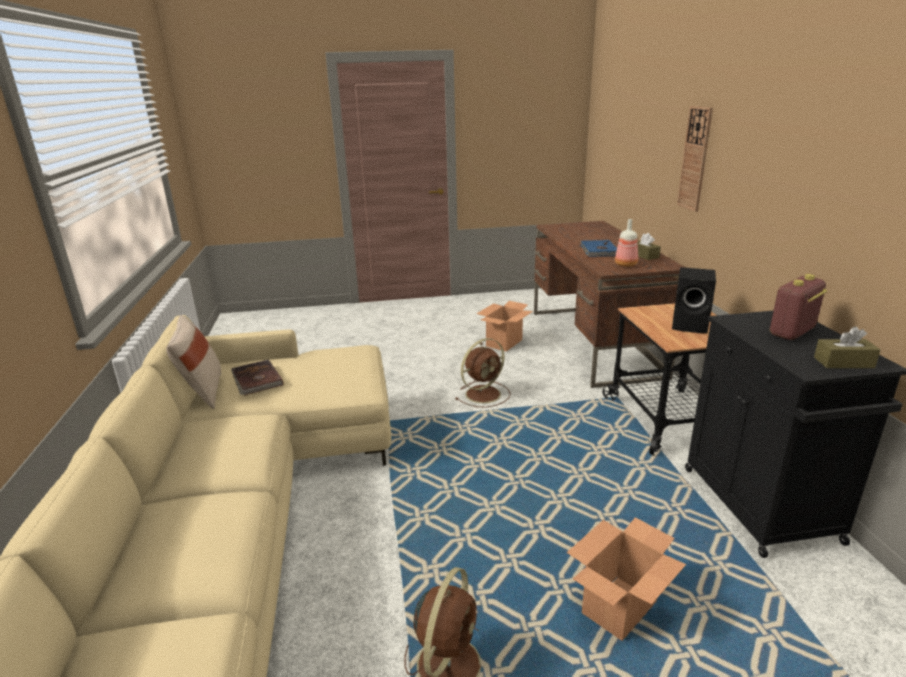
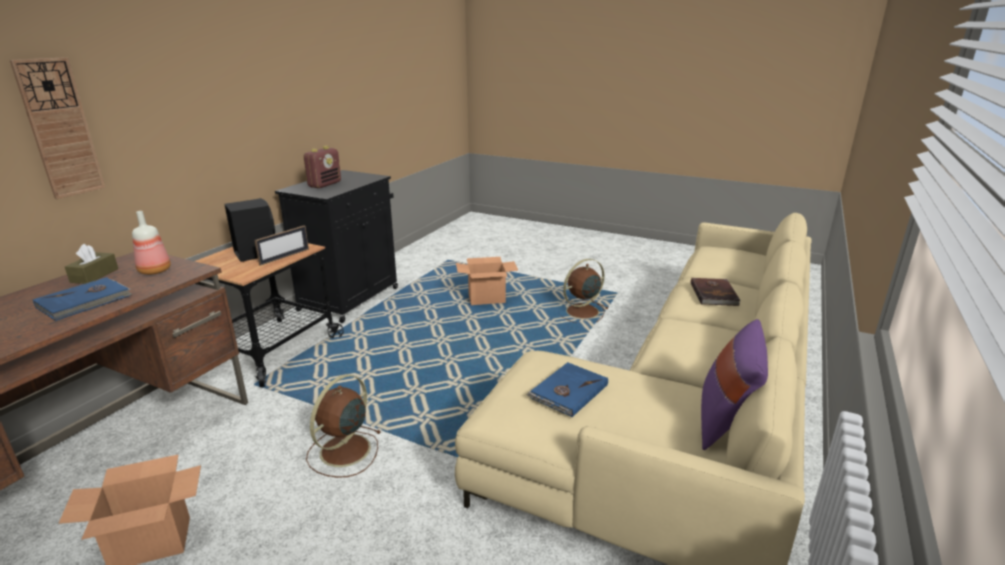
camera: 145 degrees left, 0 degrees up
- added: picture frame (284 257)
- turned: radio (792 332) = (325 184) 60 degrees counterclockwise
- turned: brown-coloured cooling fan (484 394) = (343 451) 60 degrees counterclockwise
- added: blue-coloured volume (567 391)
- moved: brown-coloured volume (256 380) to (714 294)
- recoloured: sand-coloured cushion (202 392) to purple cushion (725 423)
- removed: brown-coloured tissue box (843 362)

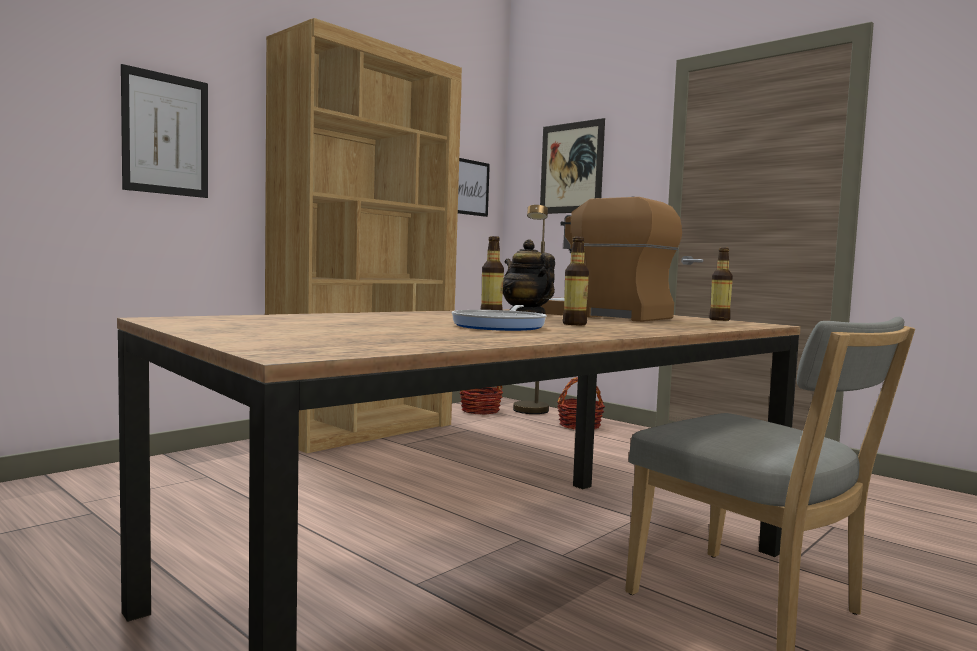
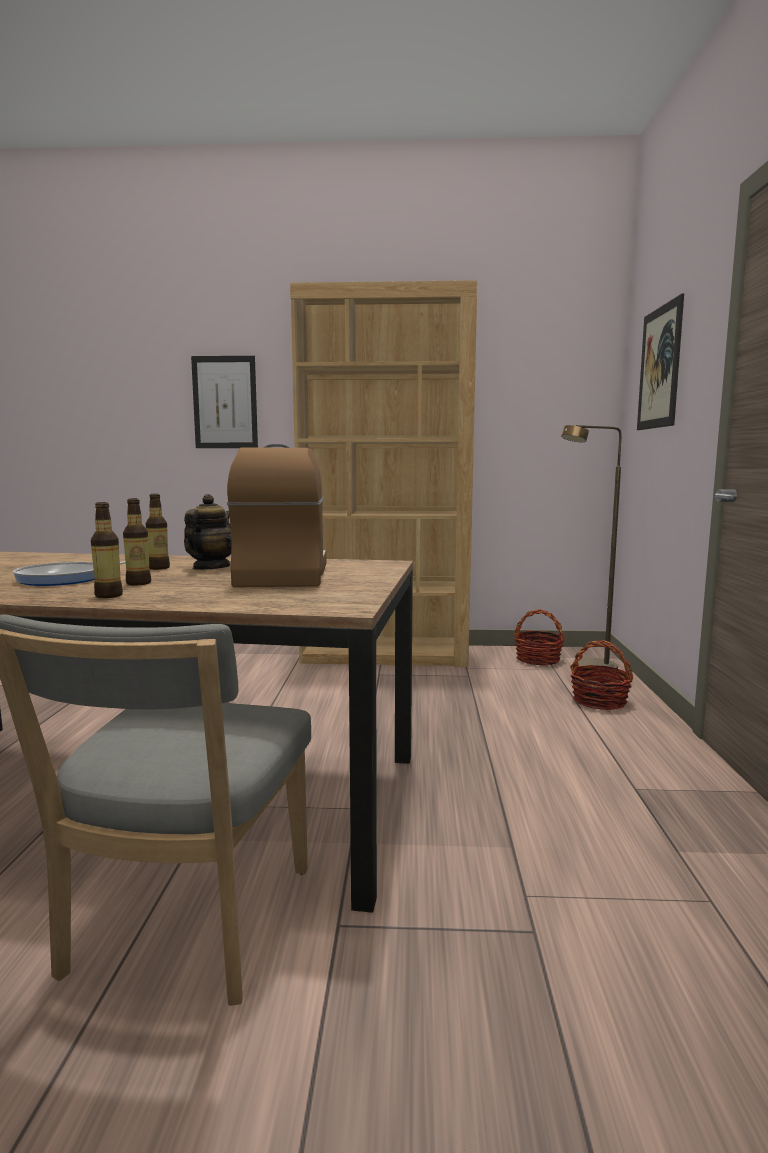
camera: 50 degrees right, 5 degrees up
- moved: beverage bottle (719 319) to (108 595)
- removed: picture (469 187)

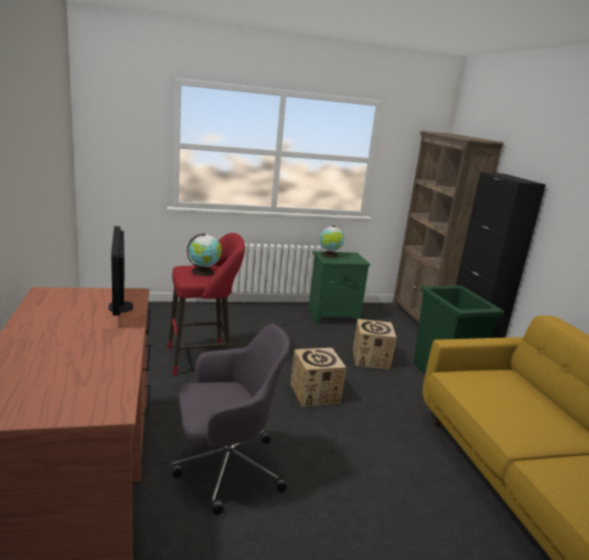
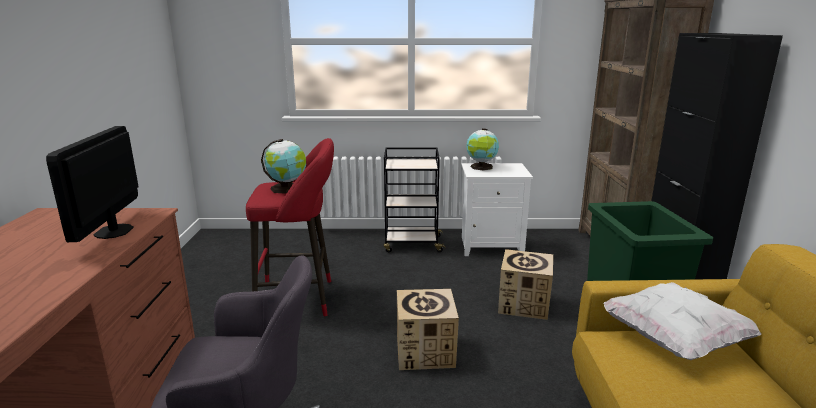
camera: 15 degrees right, 0 degrees up
- added: black-coloured wheeled cart (412 244)
- recoloured: green-coloured nightstand (333 316) to white-coloured nightstand (492 246)
- added: white-coloured cushion (673 340)

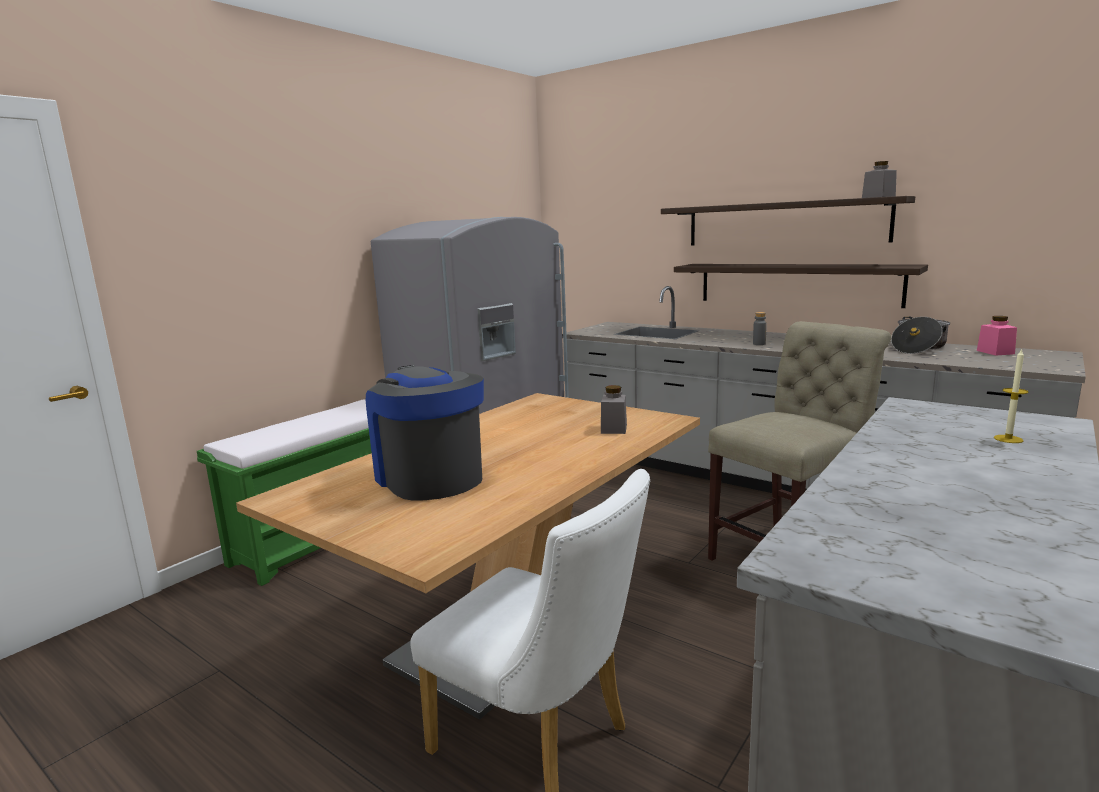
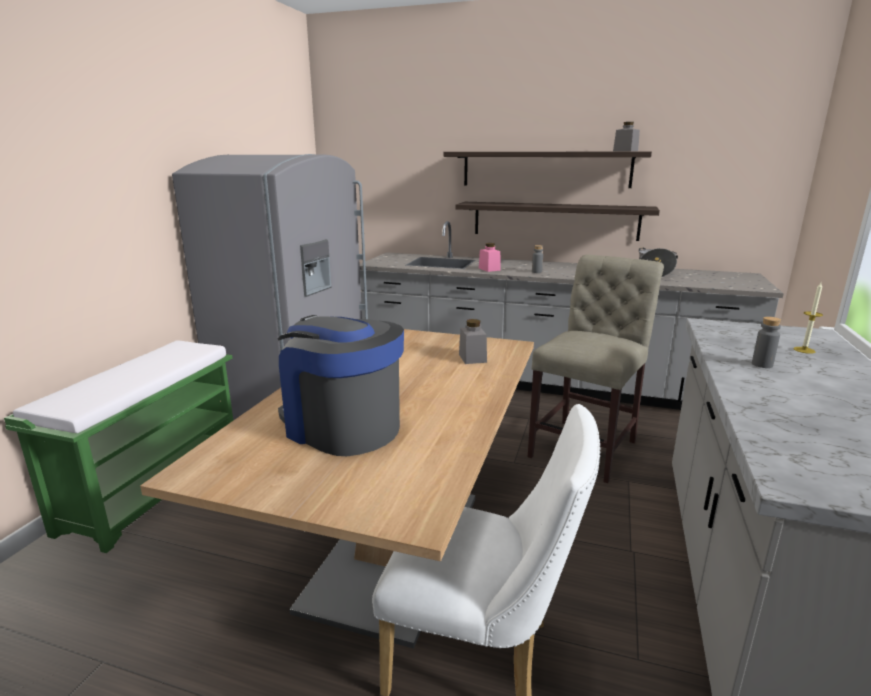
camera: 20 degrees left, 5 degrees up
- moved: pinkish storage jar (995 352) to (489 269)
- added: gray beverage bottle (762 365)

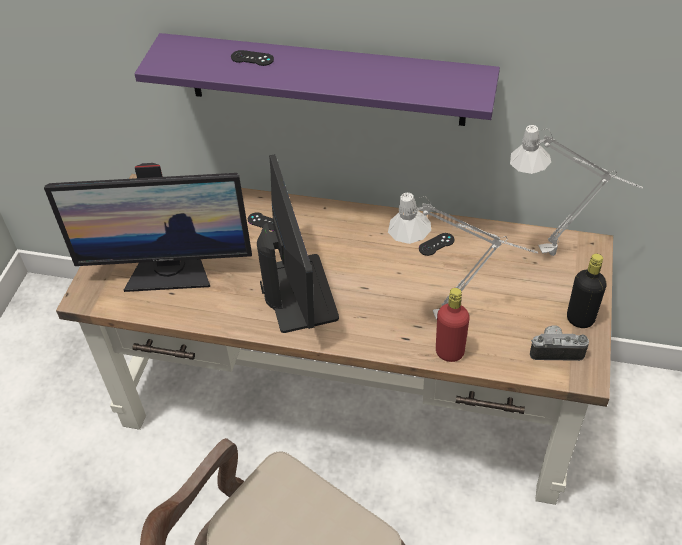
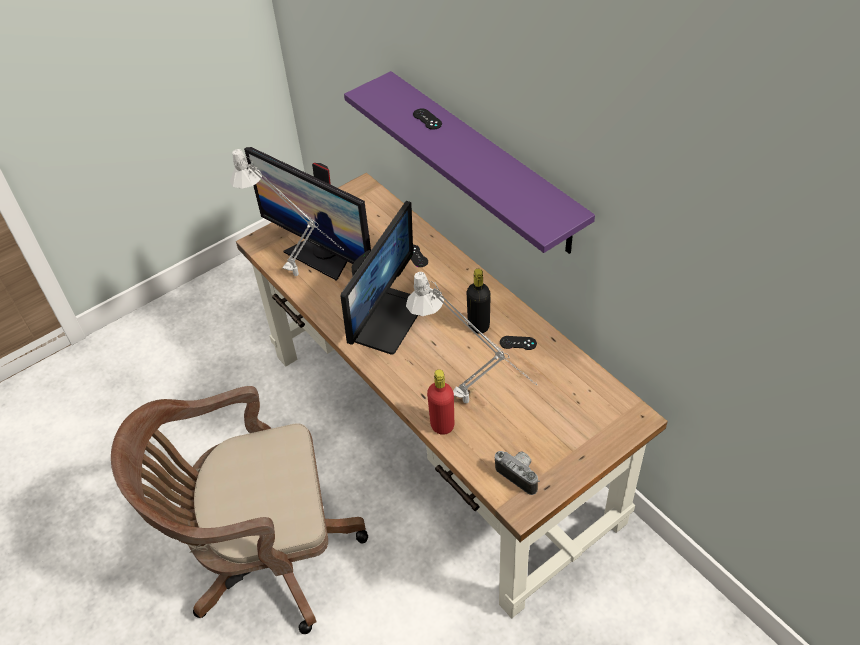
camera: 40 degrees right, 0 degrees up
- moved: gray tabletop lamp (560 253) to (303 278)
- moved: black-coloured beverage bottle (580 319) to (478 326)

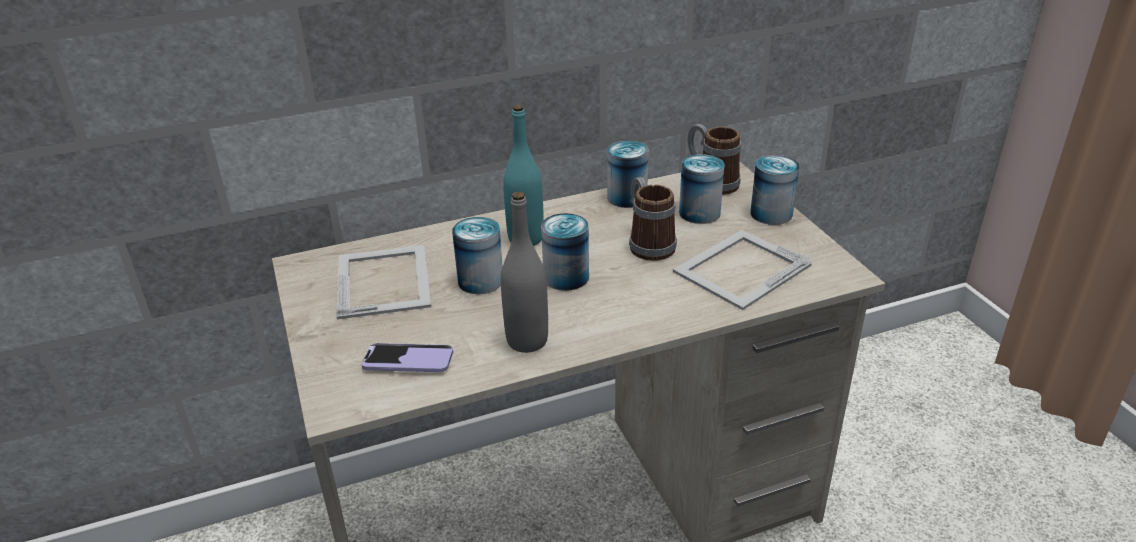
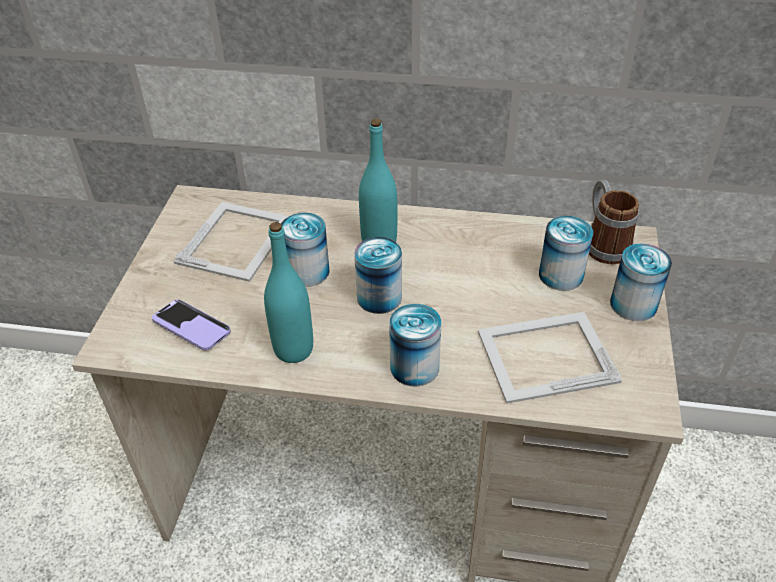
camera: 30 degrees right, 10 degrees up
- recoloured: gray beverage bottle (527 341) to turquoise-coloured beverage bottle (293 349)
- moved: can (627 197) to (414 367)
- removed: mug (648 243)

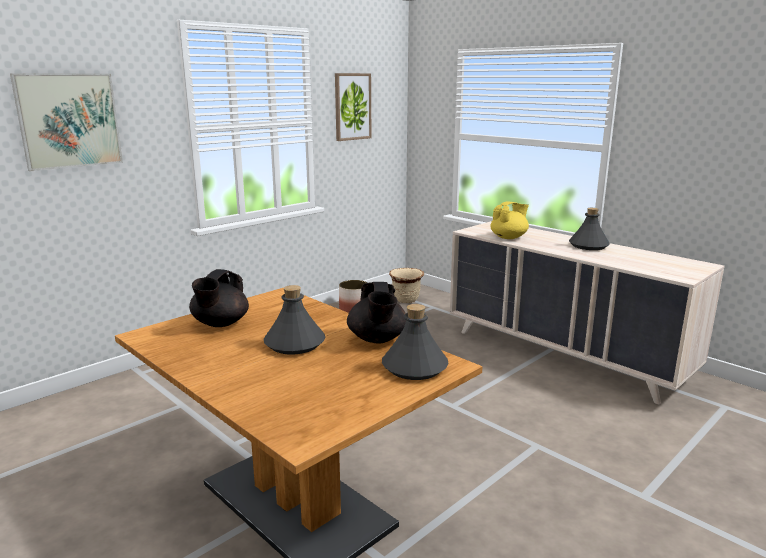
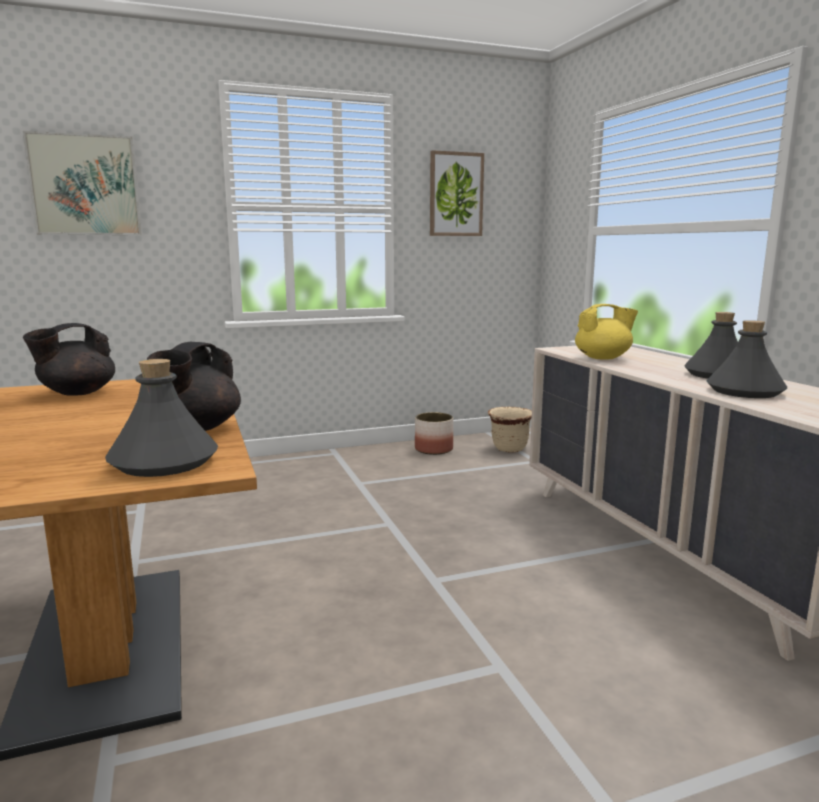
camera: 25 degrees right, 5 degrees down
- moved: gray beverage bottle (295 344) to (745 391)

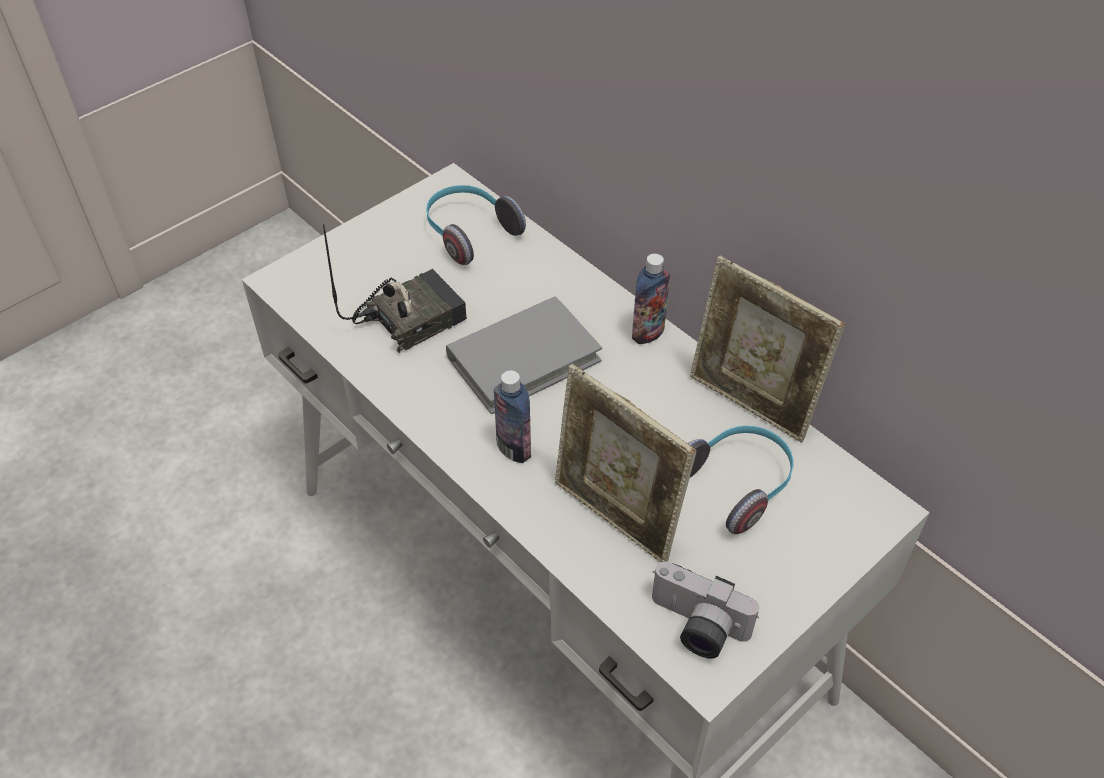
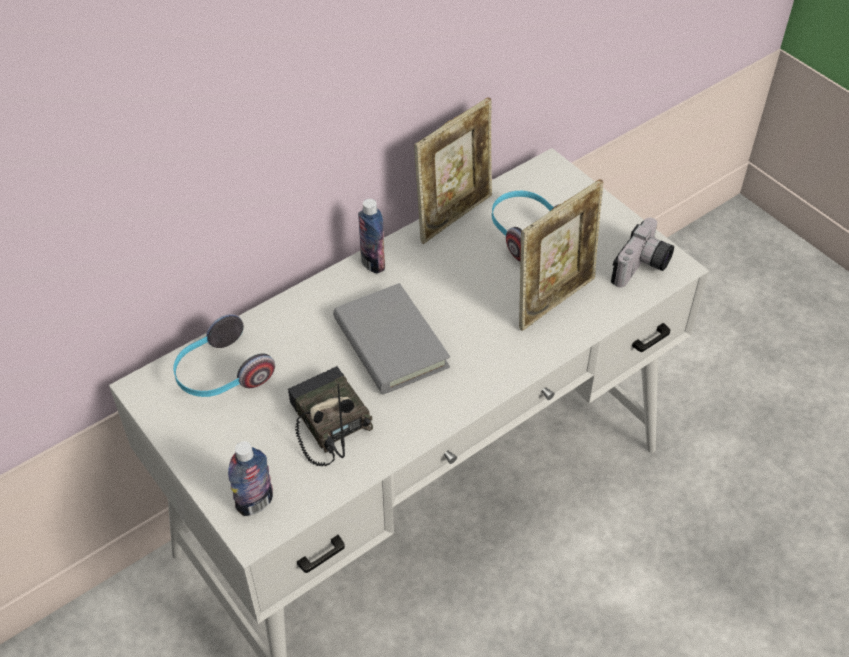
camera: 85 degrees left, 0 degrees up
- moved: beverage bottle (513 449) to (255 503)

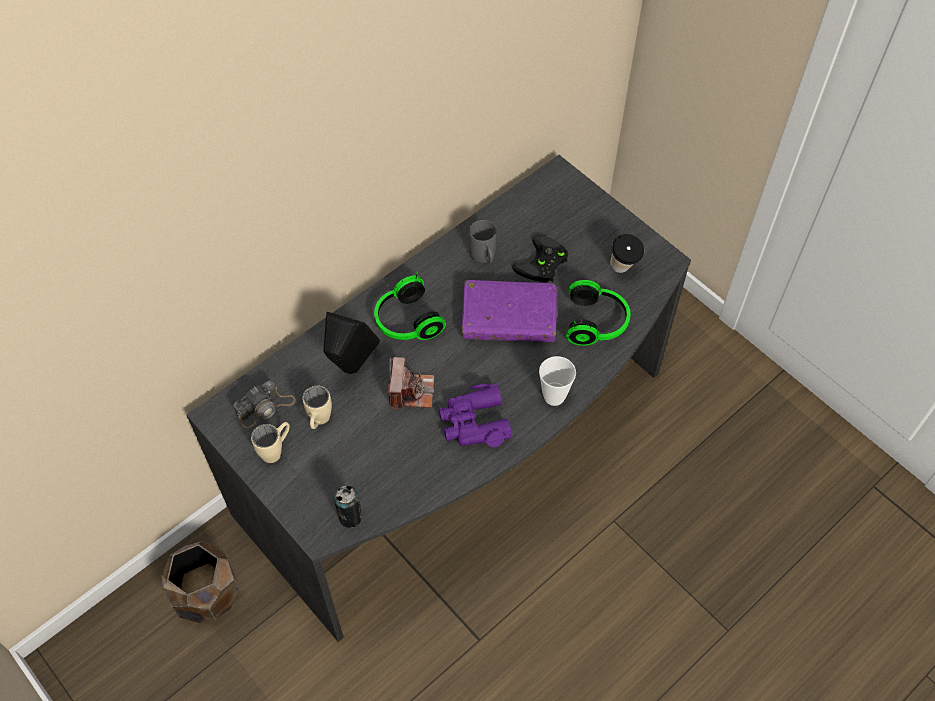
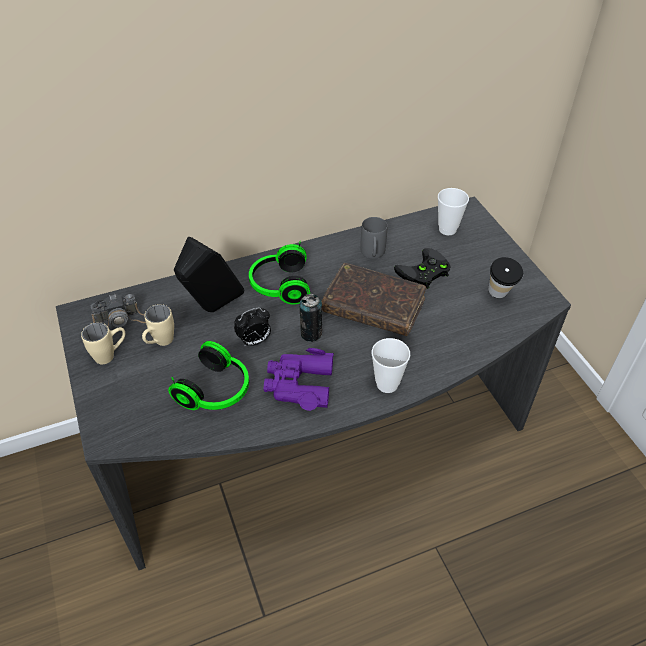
camera: 20 degrees right, 10 degrees down
- moved: pair of headphones (597 322) to (217 391)
- replaced: photo camera (411 391) to bedside clock (254 341)
- moved: can (350 517) to (311 333)
- recoloured: purple volume (509 318) to brown-coloured volume (373 307)
- added: cup (447 229)
- removed: brown-coloured planter (207 594)

